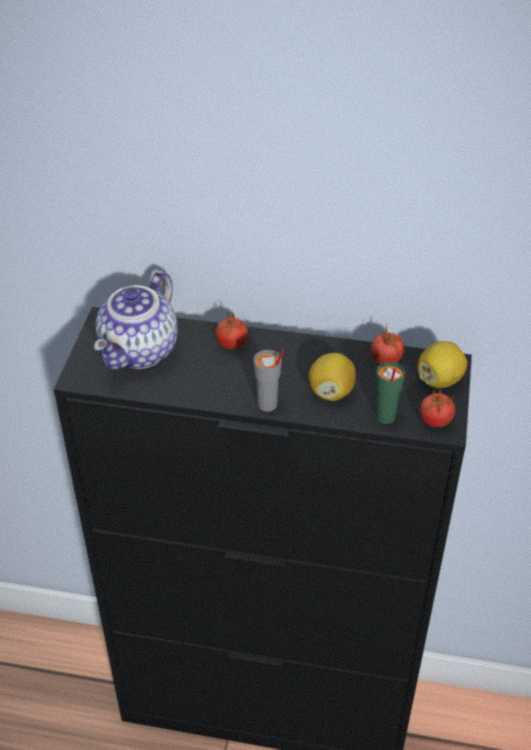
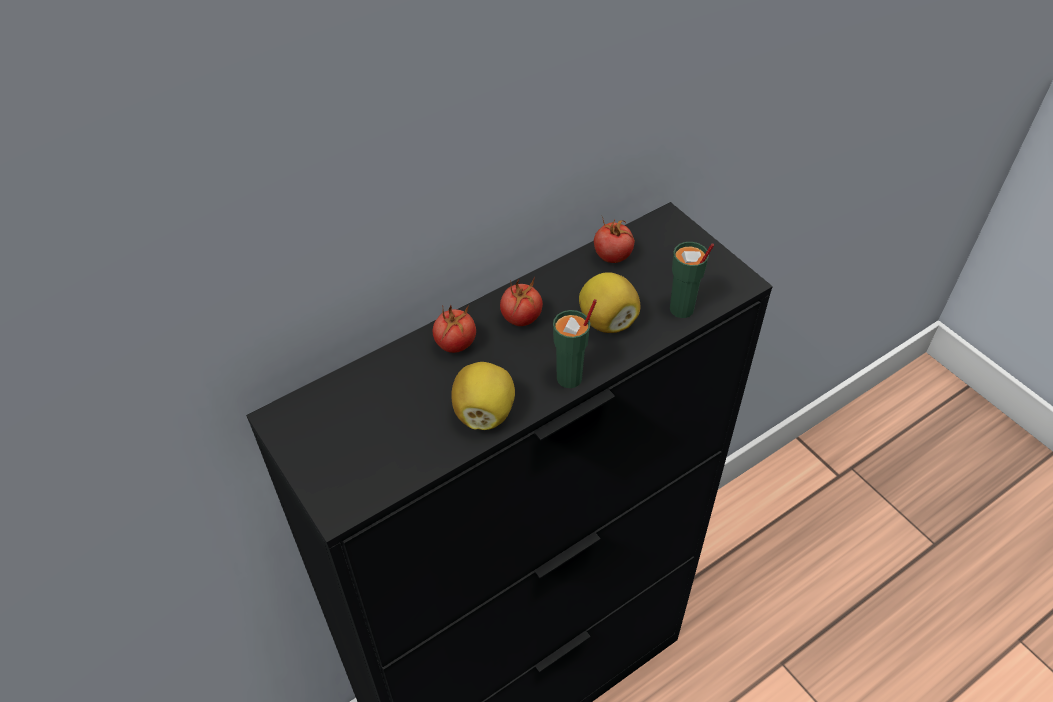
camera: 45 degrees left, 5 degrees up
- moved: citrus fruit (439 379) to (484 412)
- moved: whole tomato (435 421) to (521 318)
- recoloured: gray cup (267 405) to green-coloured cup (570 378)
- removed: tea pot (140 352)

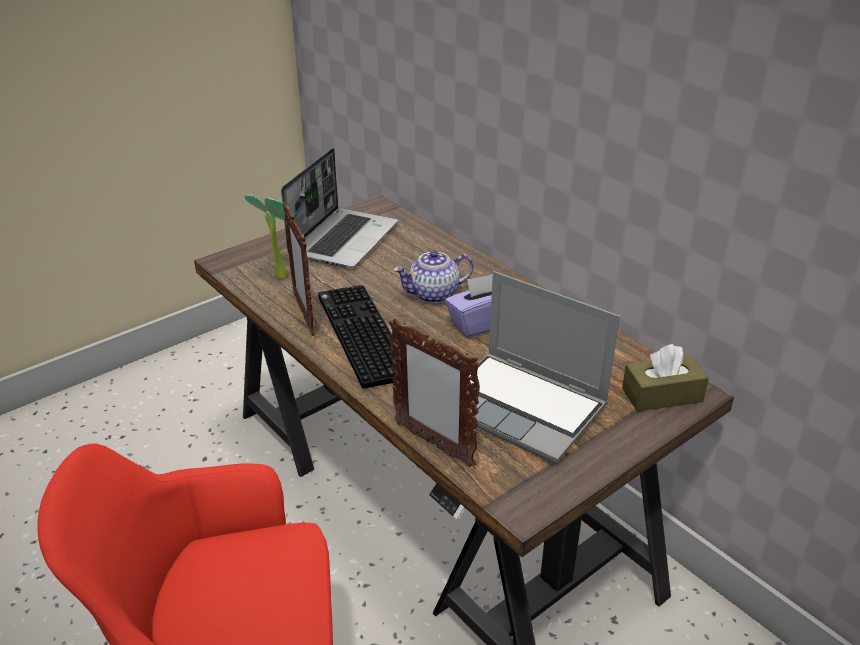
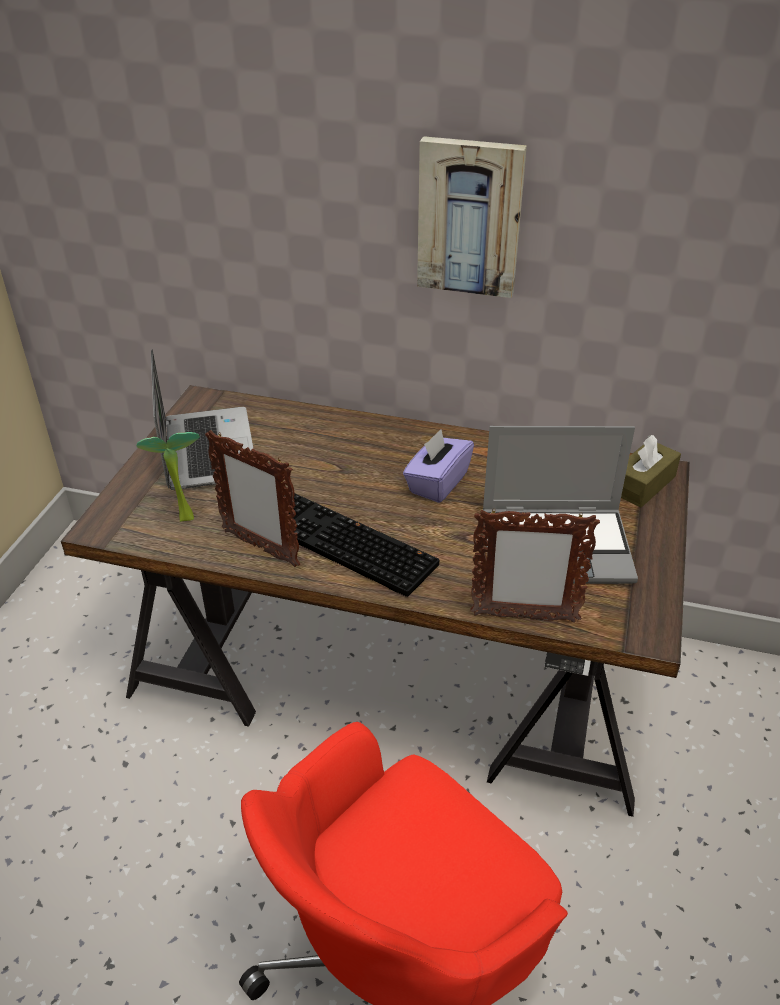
camera: 35 degrees left, 5 degrees up
- added: picture (470 217)
- removed: tea pot (434 294)

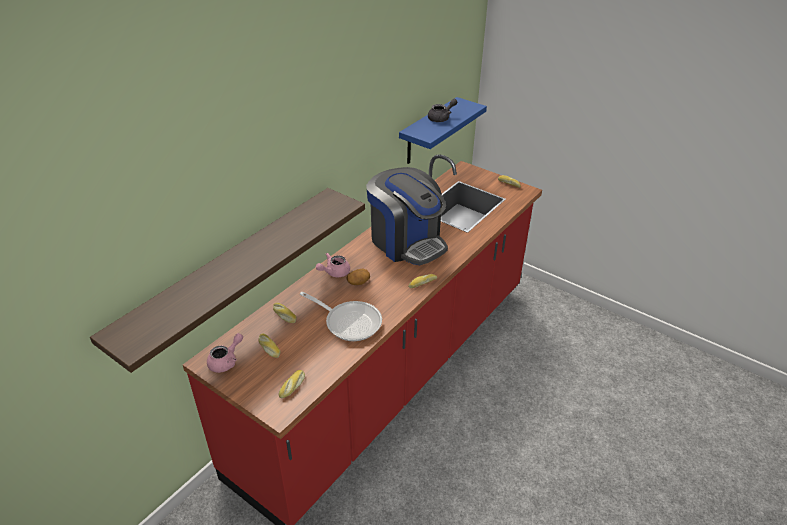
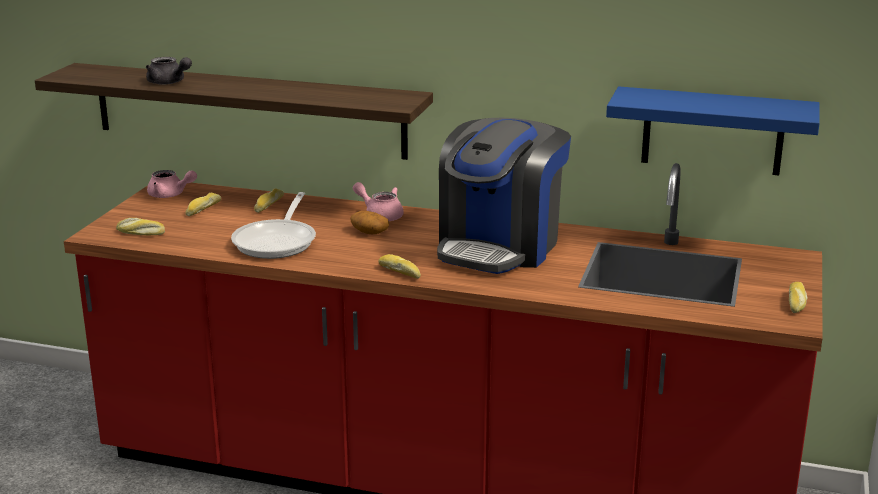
camera: 70 degrees right, 15 degrees down
- moved: gray tea pot (441 118) to (169 83)

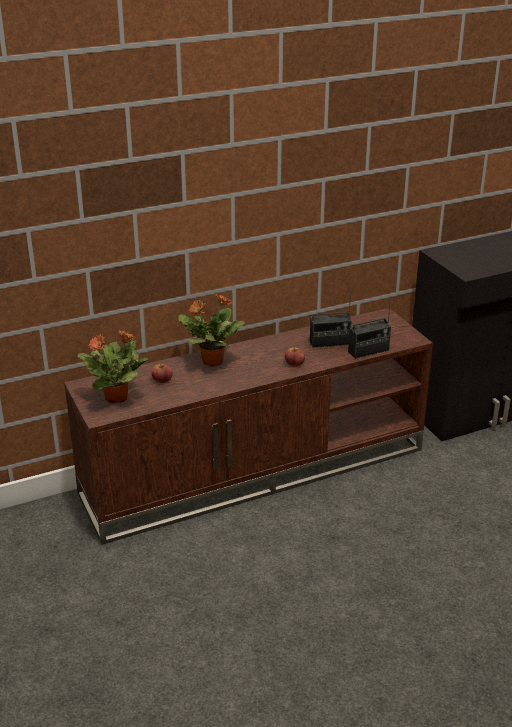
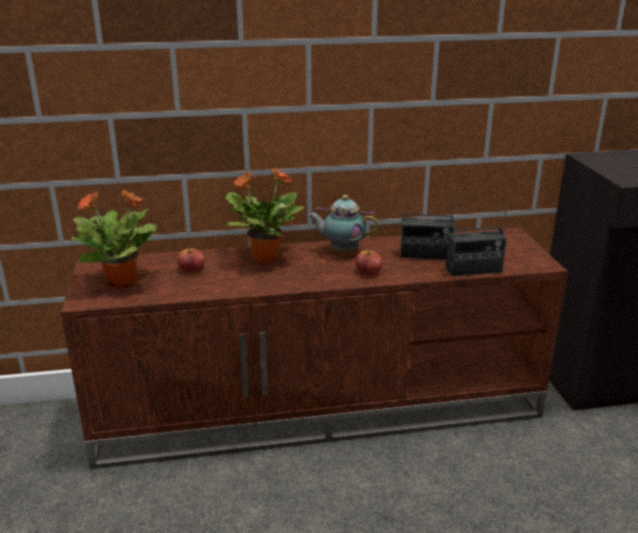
camera: 15 degrees right, 5 degrees down
- added: tea pot (341 251)

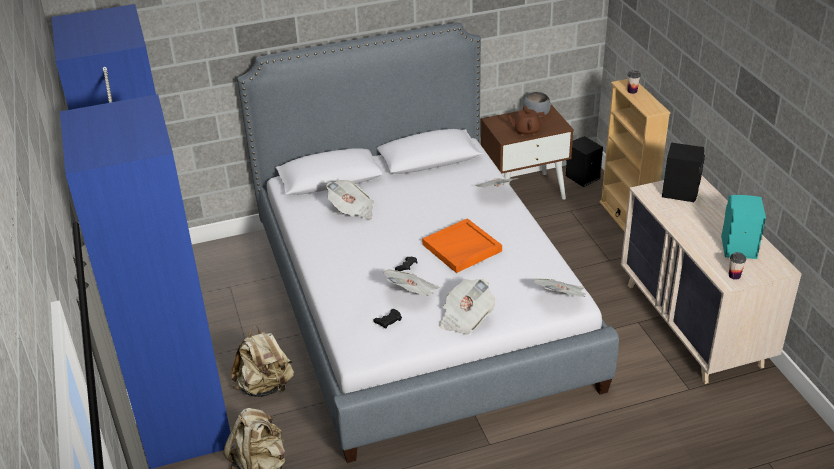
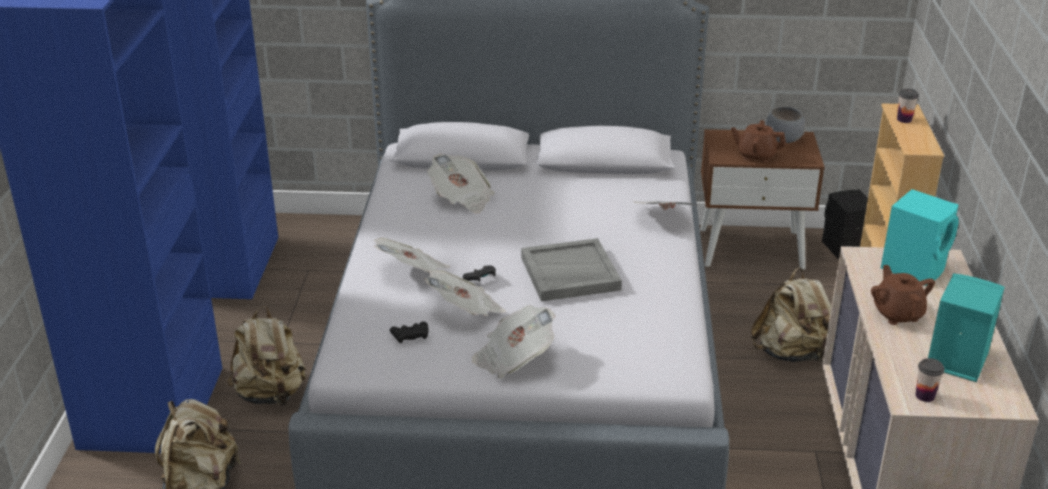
camera: 20 degrees right, 5 degrees down
- moved: newspaper (561 298) to (413 272)
- recoloured: orange-coloured carrying tray (461 248) to gray carrying tray (569 274)
- added: sand-coloured backpack (792 353)
- added: brown-coloured tea pot (897 314)
- recoloured: black-coloured audio speaker (680 191) to turquoise-coloured audio speaker (914 267)

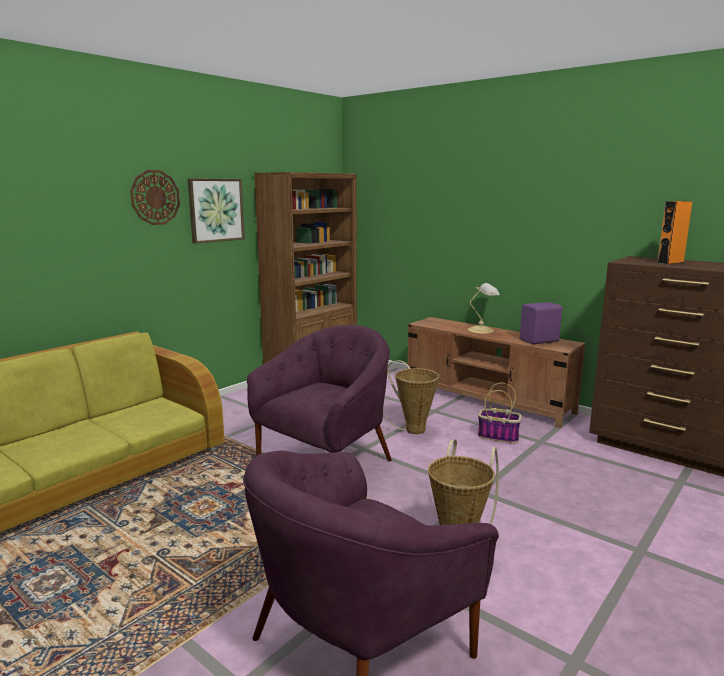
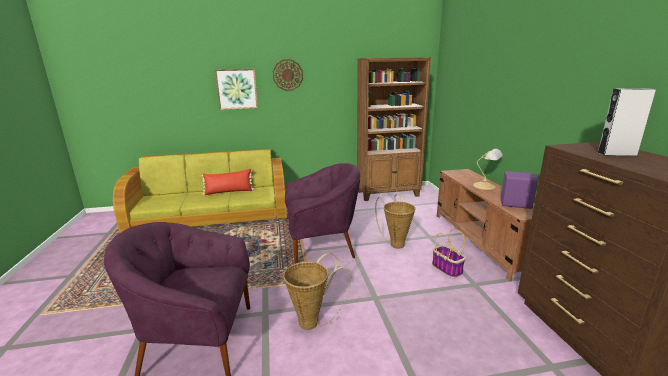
camera: 40 degrees right, 5 degrees up
- added: reddish cushion (229 192)
- moved: picture (216 210) to (237 89)
- recoloured: orange-coloured audio speaker (670 262) to gray audio speaker (616 154)

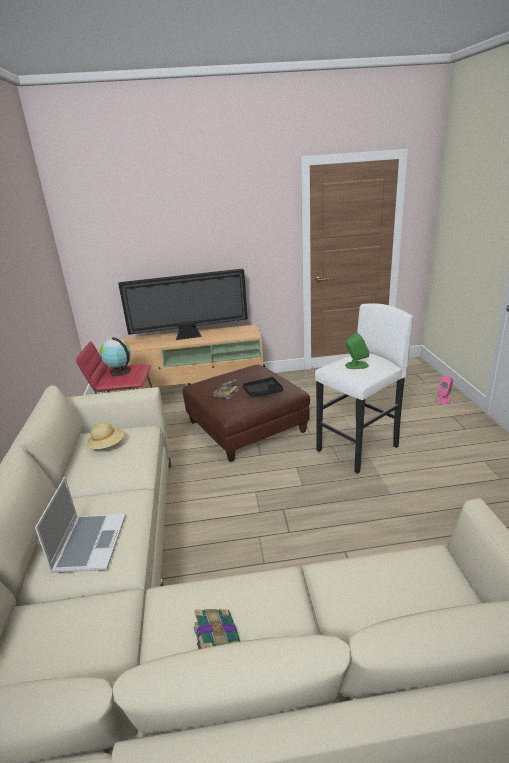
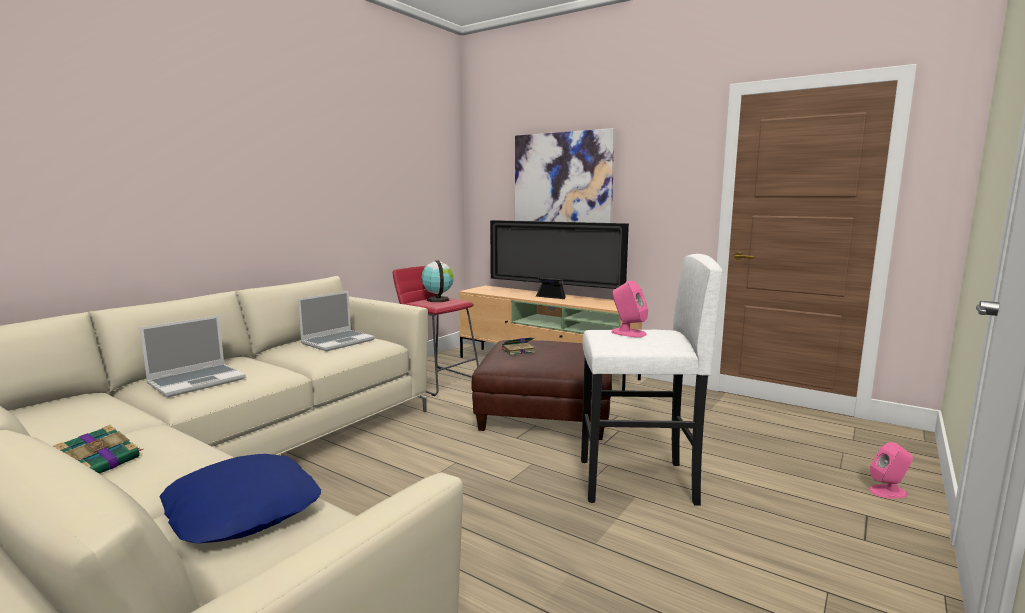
camera: 40 degrees right, 15 degrees down
- added: blue-coloured cushion (244 509)
- replaced: sand-coloured clothing hat (107 446) to portable computer (338 341)
- added: picture (562 189)
- recoloured: green-coloured audio speaker (356 365) to pinkish audio speaker (628 333)
- removed: black-coloured carrying tray (263 392)

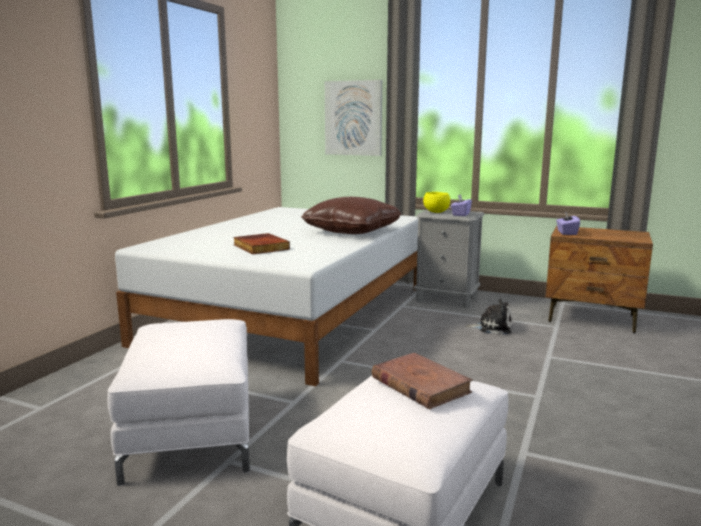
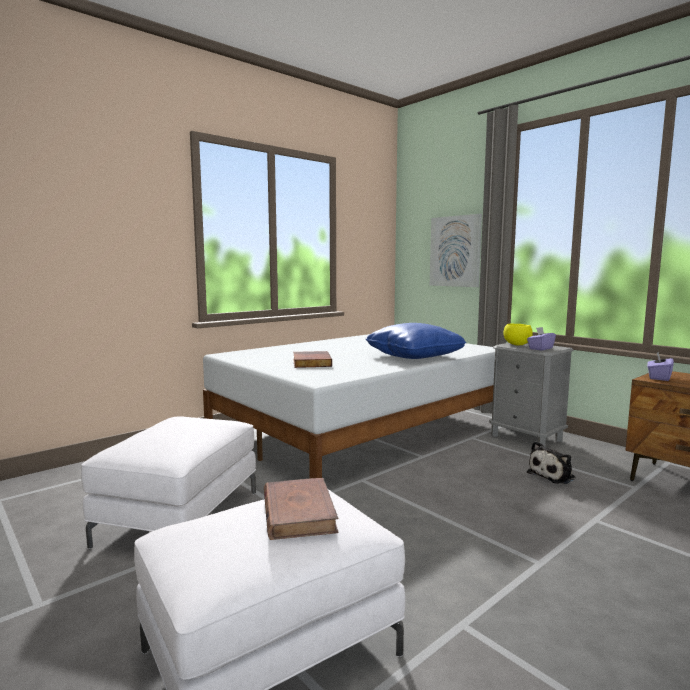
camera: 25 degrees right, 5 degrees down
- recoloured: brown-coloured cushion (352 231) to blue-coloured cushion (414 356)
- turned: soft toy (492 327) = (553 475) 105 degrees clockwise

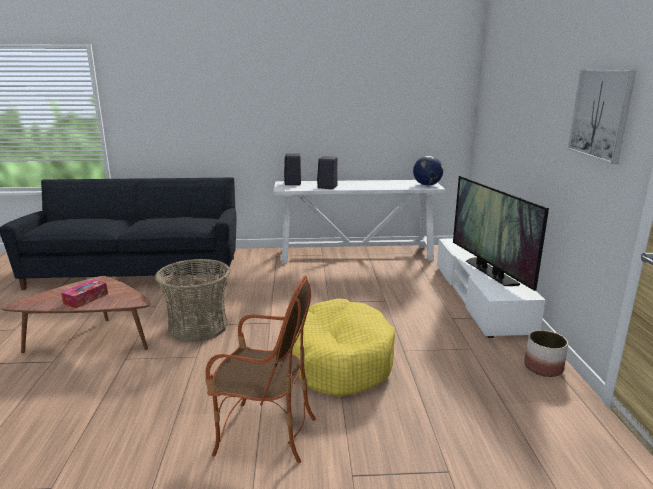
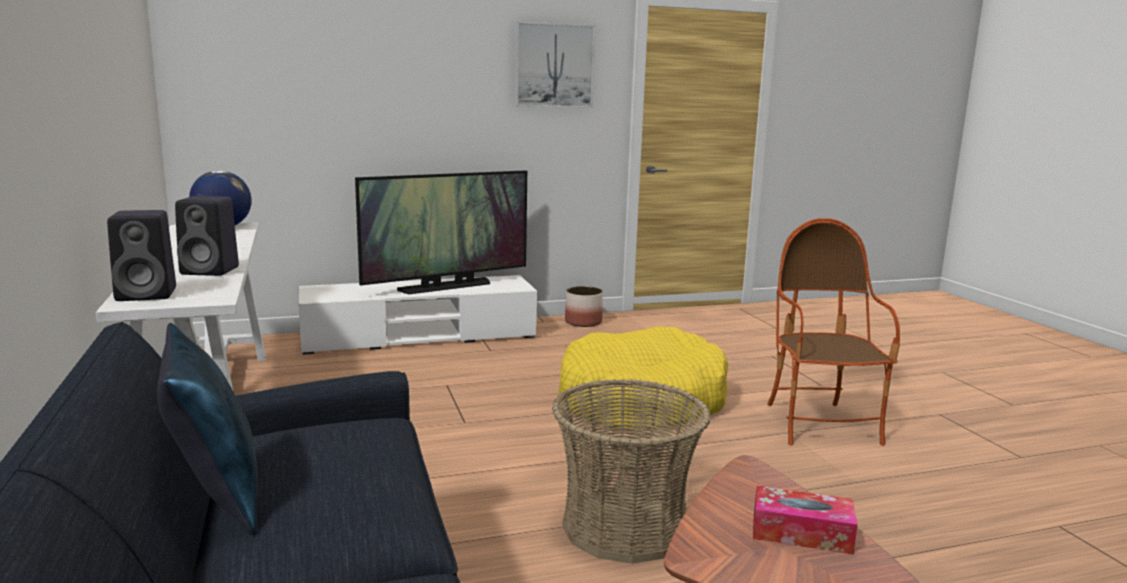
camera: 105 degrees left, 5 degrees down
- added: blue-coloured cushion (216 497)

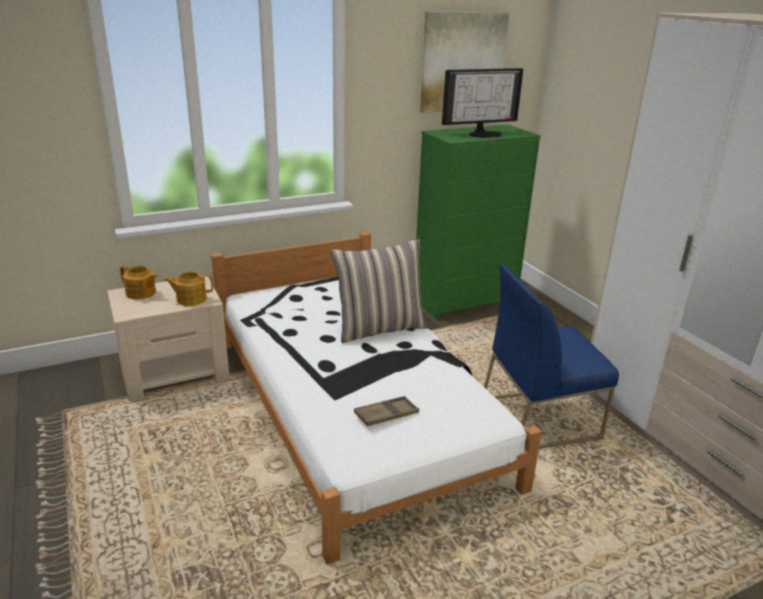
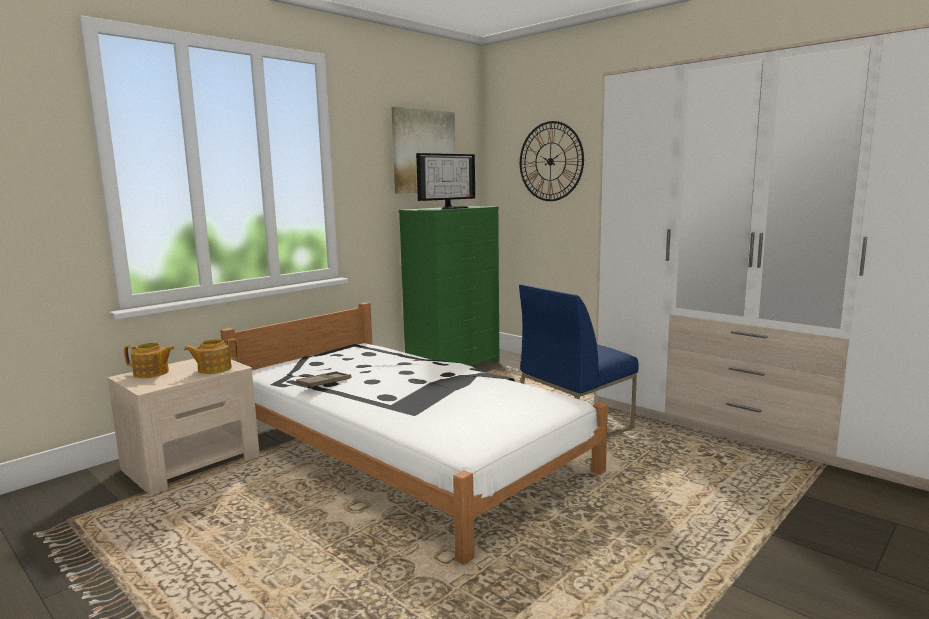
camera: 20 degrees left, 15 degrees down
- moved: brown-coloured carrying tray (386 415) to (324 383)
- added: hanging clock (550 161)
- removed: cushion (379 328)

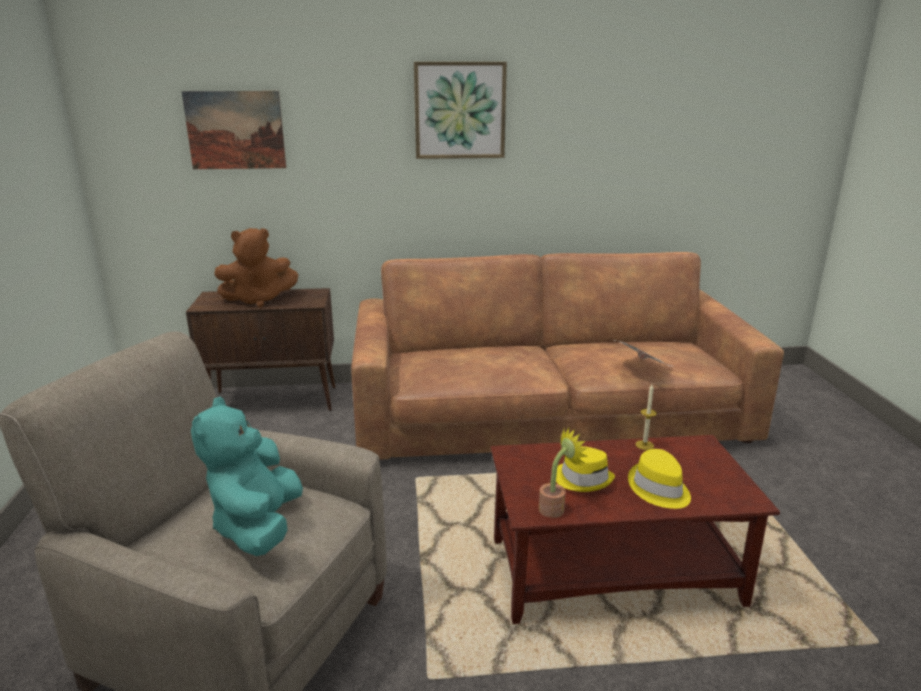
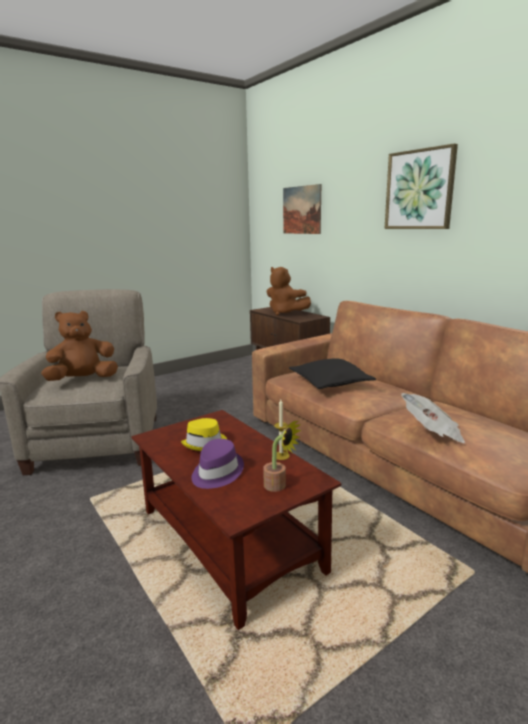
camera: 60 degrees right, 5 degrees down
- recoloured: turquoise-coloured soft toy (258 526) to brown-coloured soft toy (83 380)
- recoloured: yellowish clothing hat (658 489) to purple clothing hat (216 472)
- moved: houseplant (555 508) to (279 486)
- added: black-coloured cushion (330 383)

